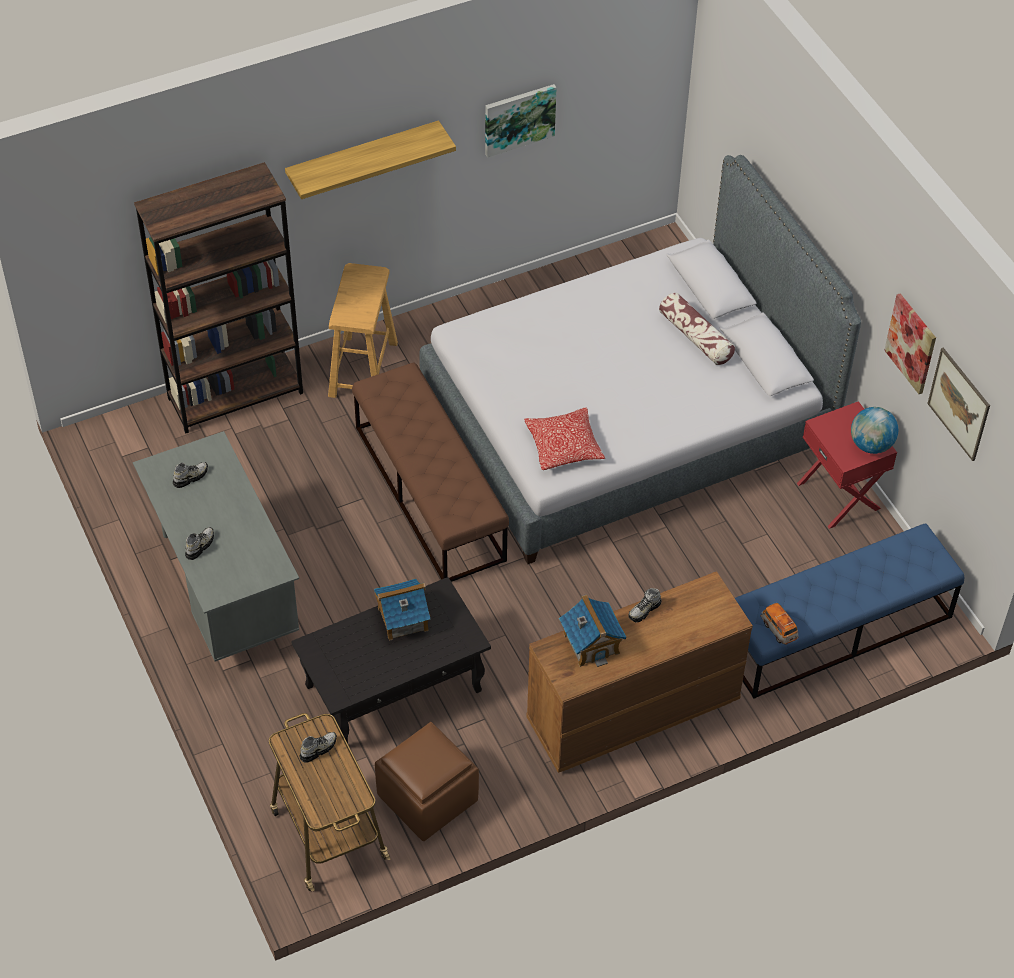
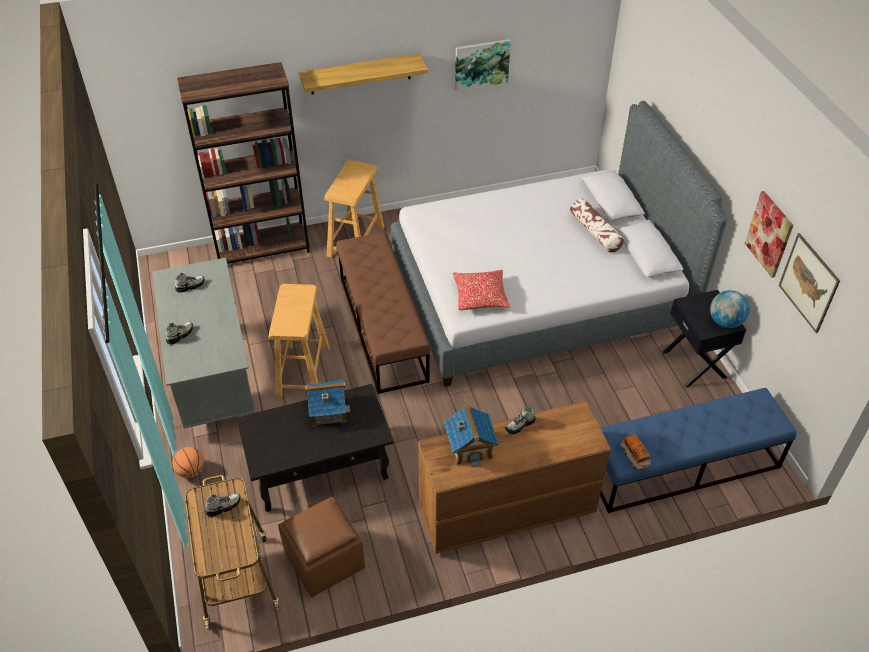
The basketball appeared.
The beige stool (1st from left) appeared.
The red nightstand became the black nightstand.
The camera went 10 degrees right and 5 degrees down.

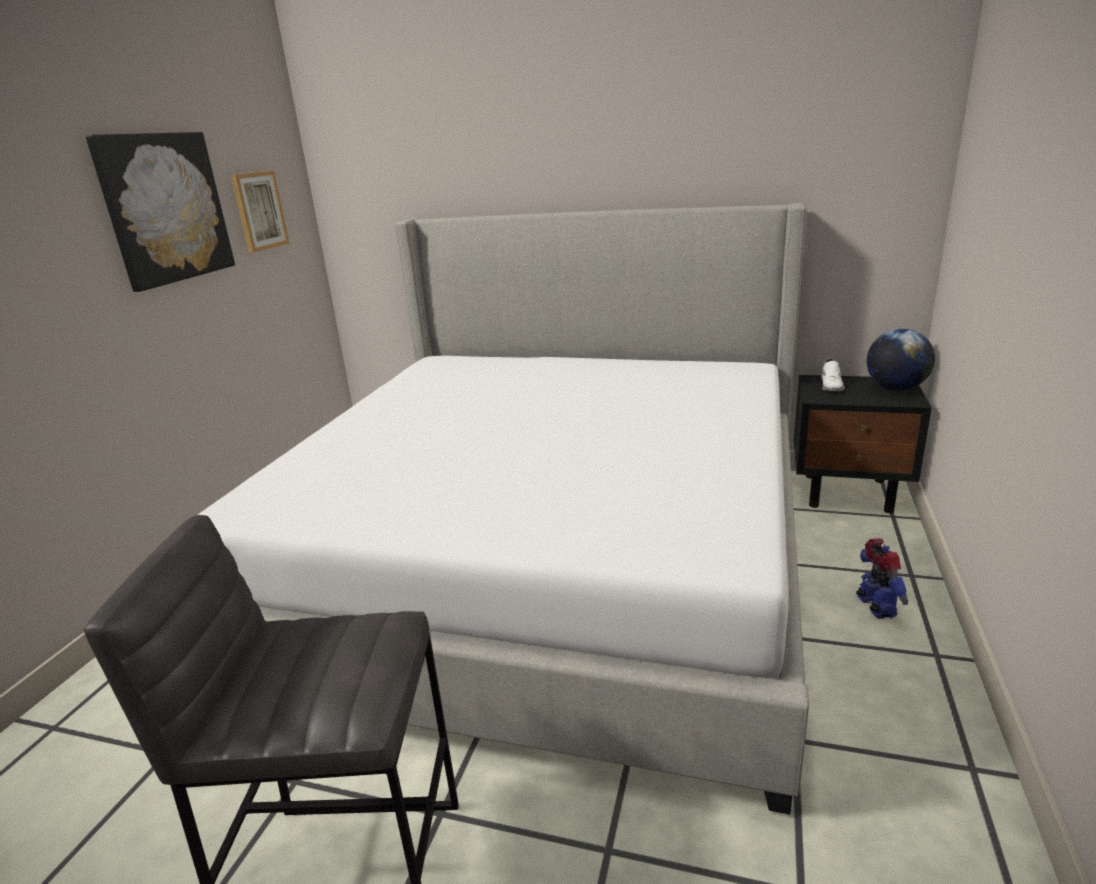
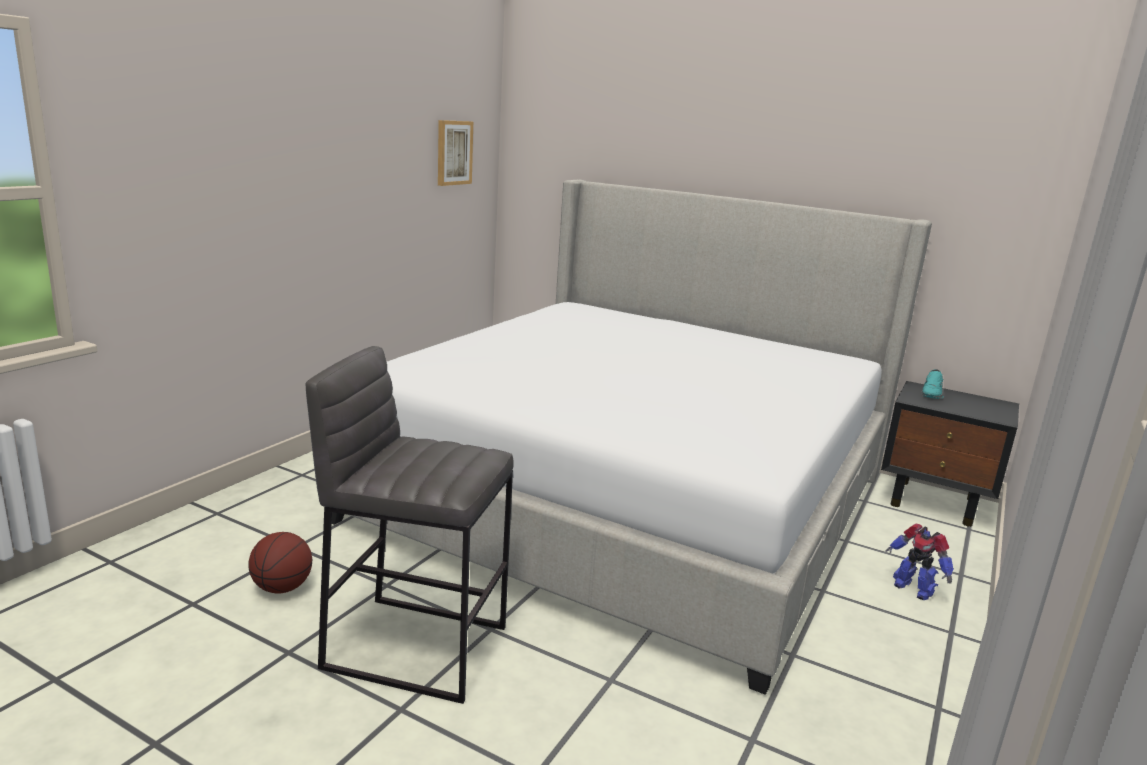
The basketball appeared.
The toy robot turned 135 degrees clockwise.
The white shoe became the turquoise shoe.
The picture (1st from left) disappeared.
The globe disappeared.
The camera went 10 degrees right and 5 degrees down.

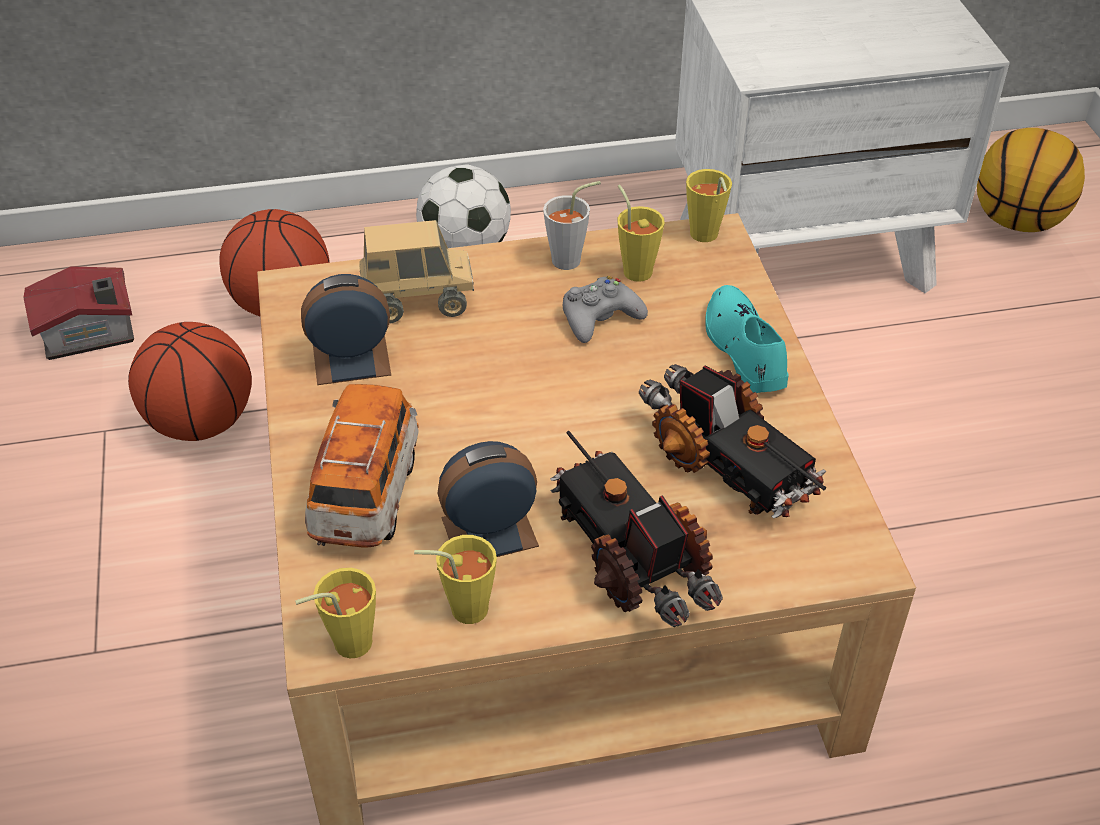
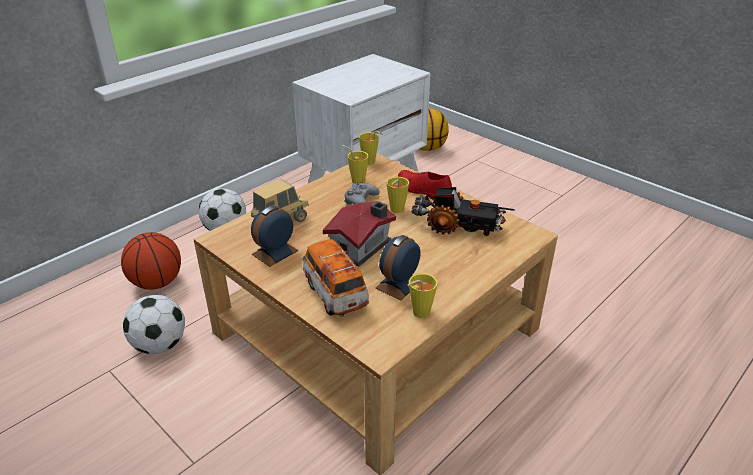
The basketball (1st from left) was replaced by the football (1st from left).
The toy house moved.
The yellow cup (1st from left in the first image) moved.
The turquoise shoe became the red shoe.
The grey cup disappeared.
The toy truck (2nd from left) disappeared.
The camera went 35 degrees left and 10 degrees down.

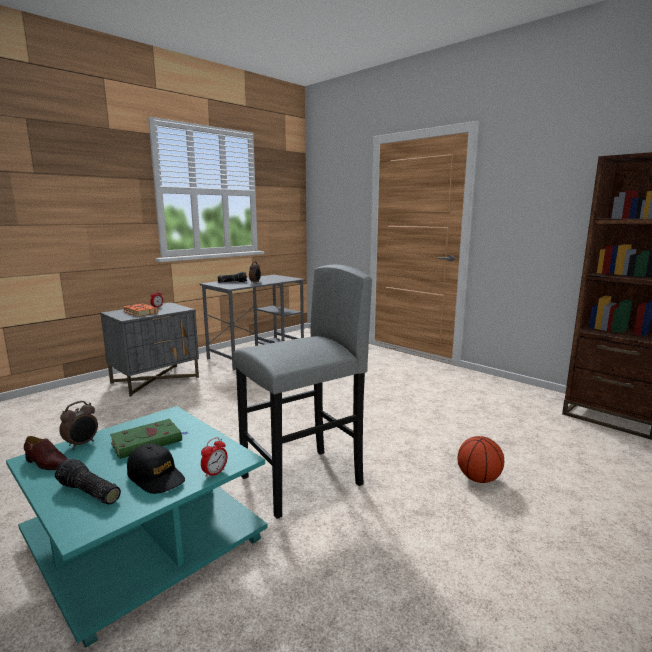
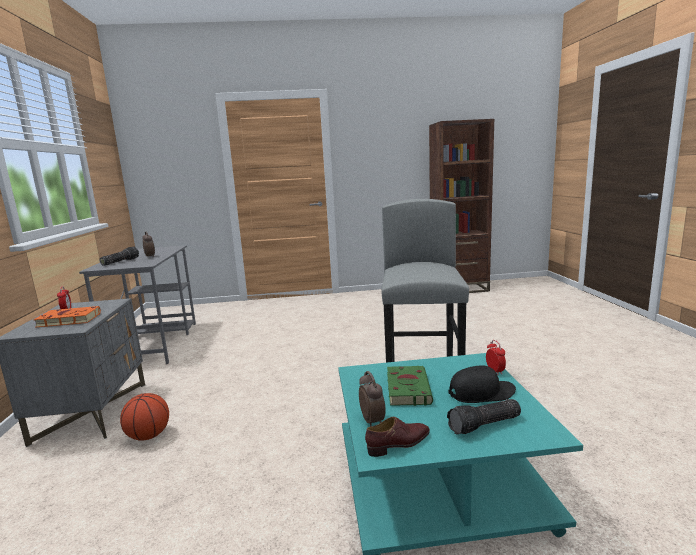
The basketball moved.
The camera went 50 degrees left and 0 degrees up.

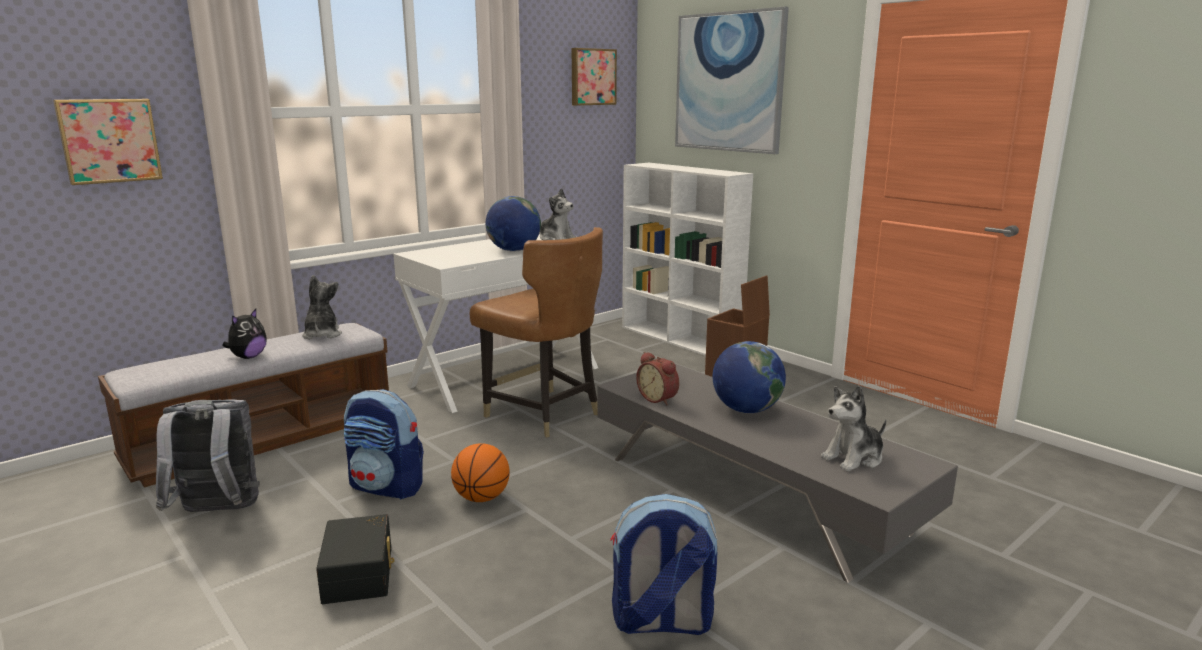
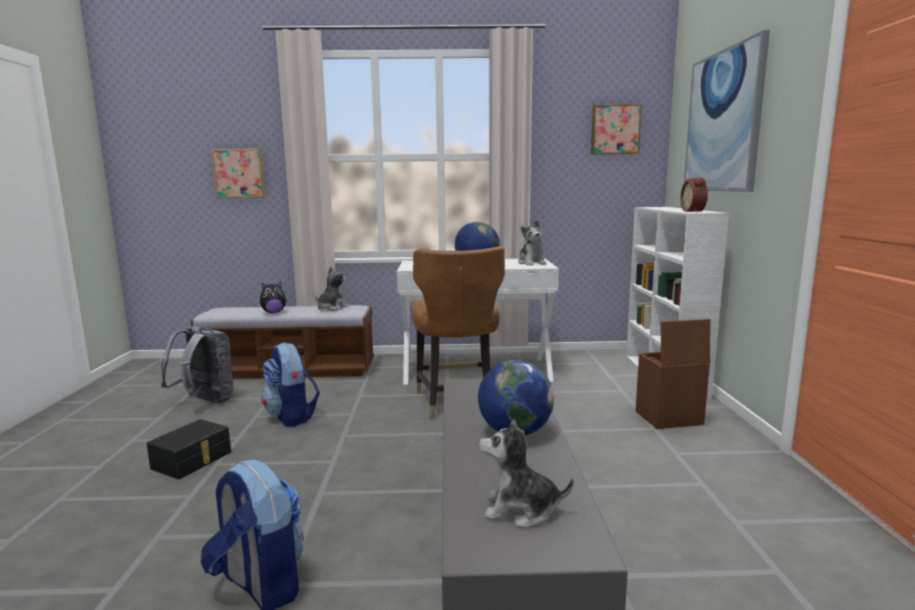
The alarm clock moved.
The basketball disappeared.
The camera went 40 degrees right and 5 degrees down.

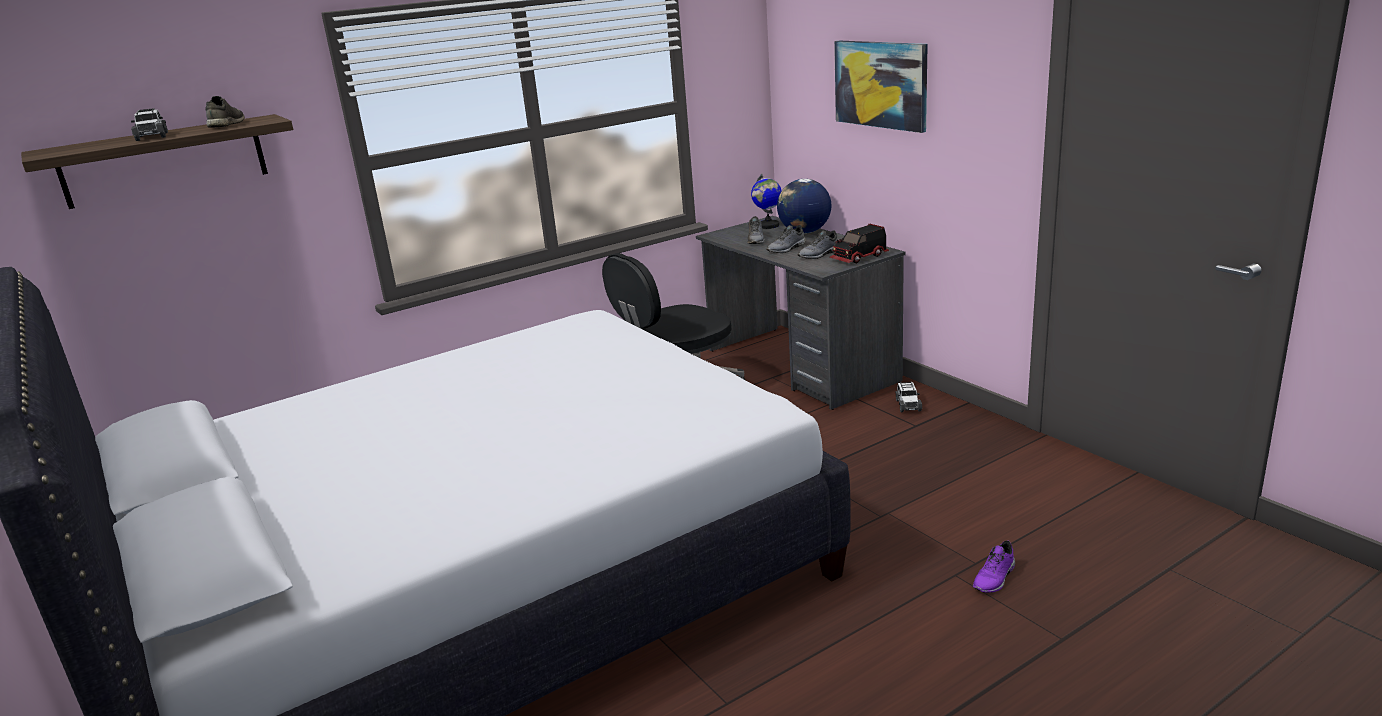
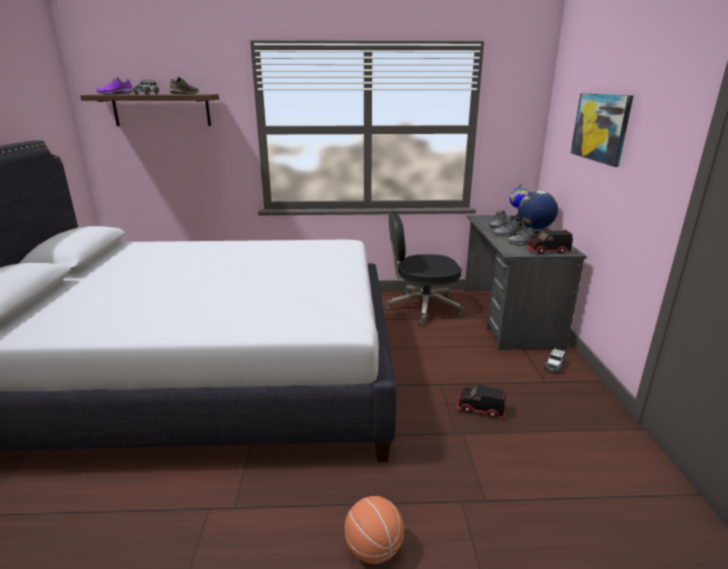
The purple shoe moved.
The basketball appeared.
The toy truck (1st from left) appeared.
The camera went 30 degrees right and 0 degrees up.

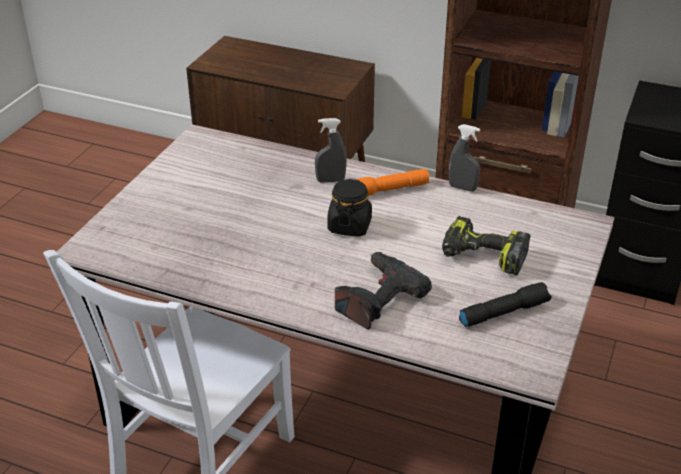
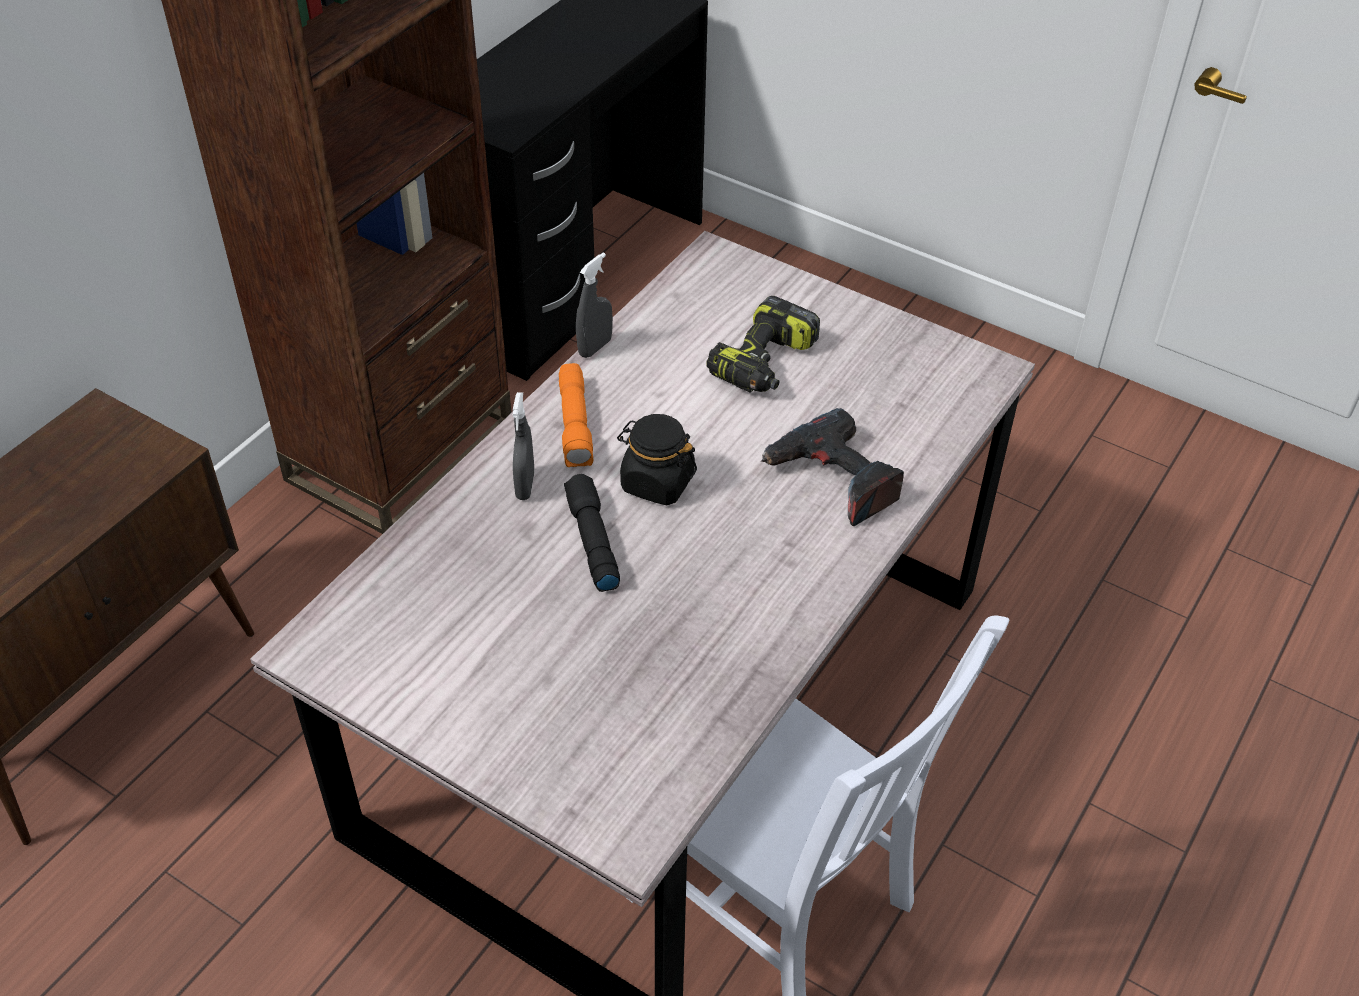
The black flashlight moved.
The camera went 80 degrees left and 10 degrees up.

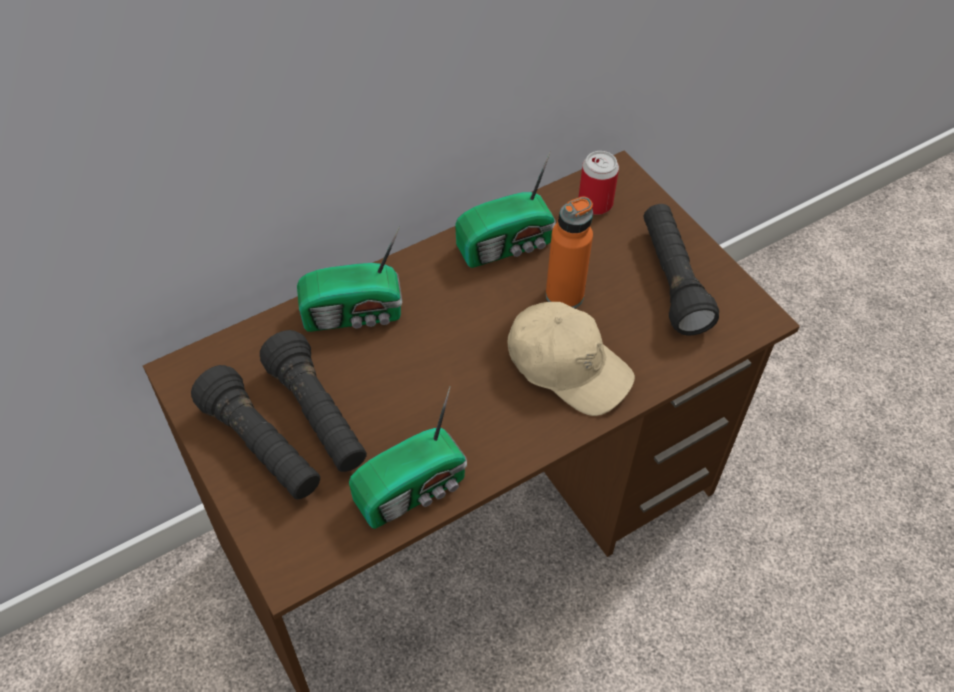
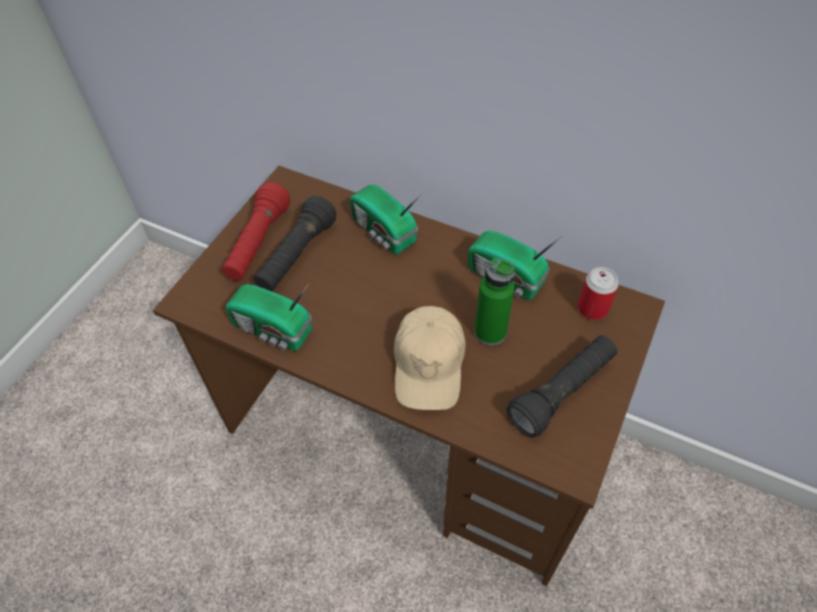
The black flashlight (1st from left) became the red flashlight.
The orange bottle became the green bottle.
The camera went 60 degrees right and 0 degrees up.

